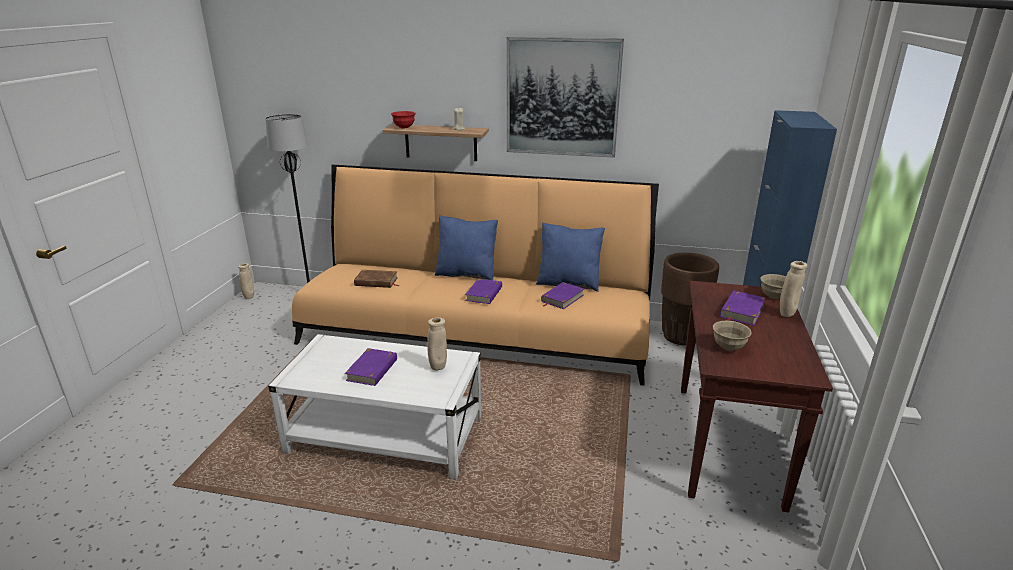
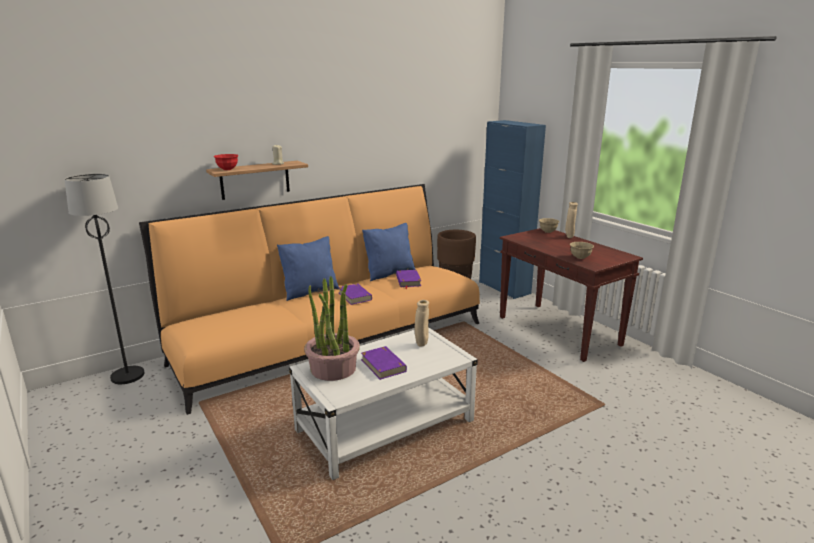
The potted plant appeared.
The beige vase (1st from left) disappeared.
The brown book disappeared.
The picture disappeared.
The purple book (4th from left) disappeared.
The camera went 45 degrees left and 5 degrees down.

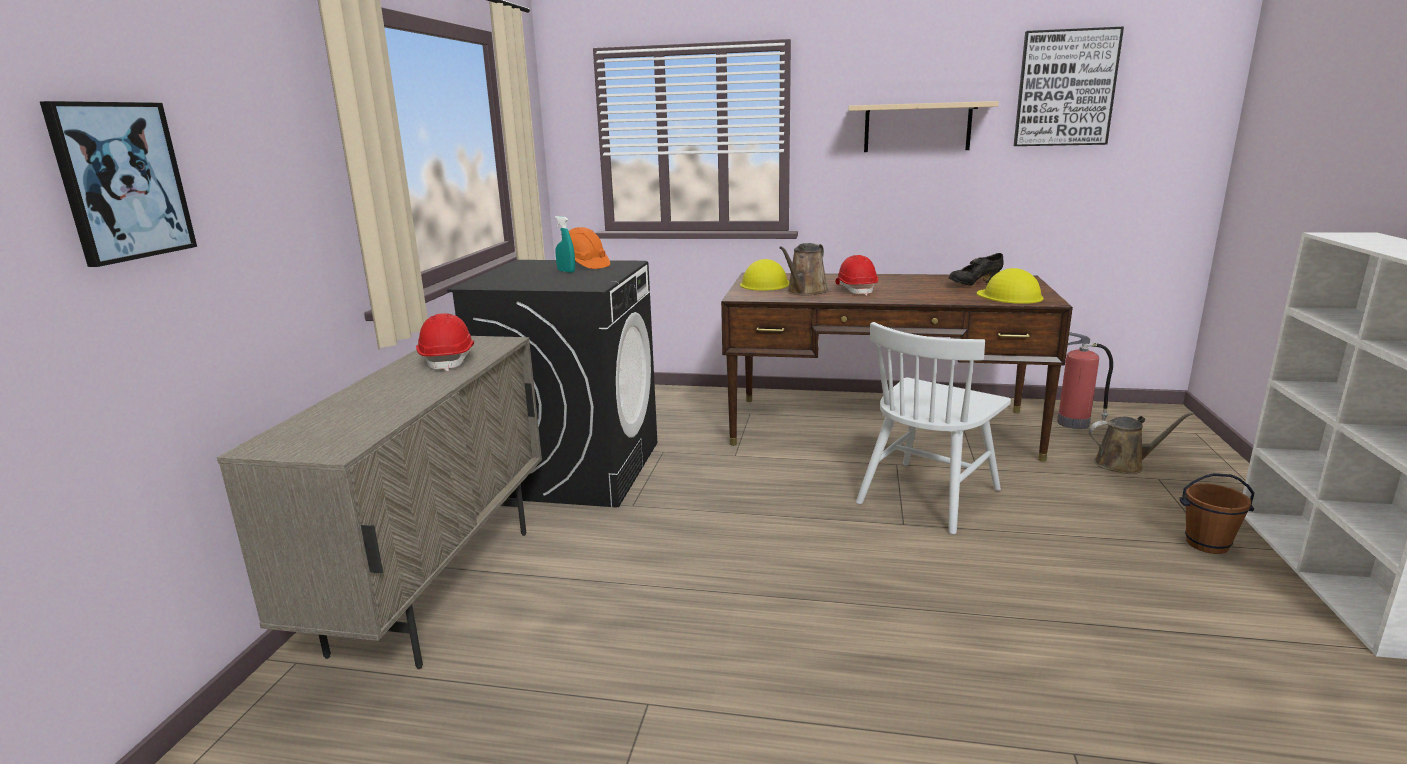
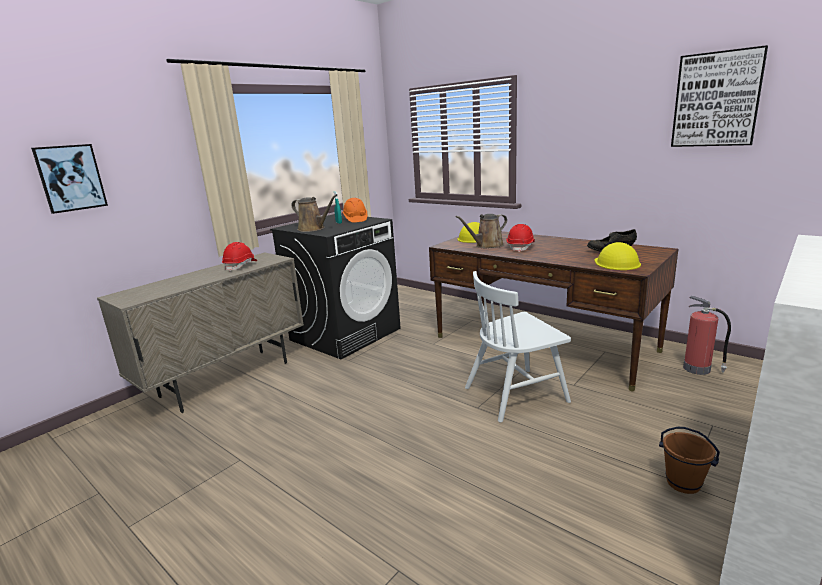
The brown watering can (2nd from left in the first image) moved.
The beige shelf disappeared.
The camera went 30 degrees right and 0 degrees up.

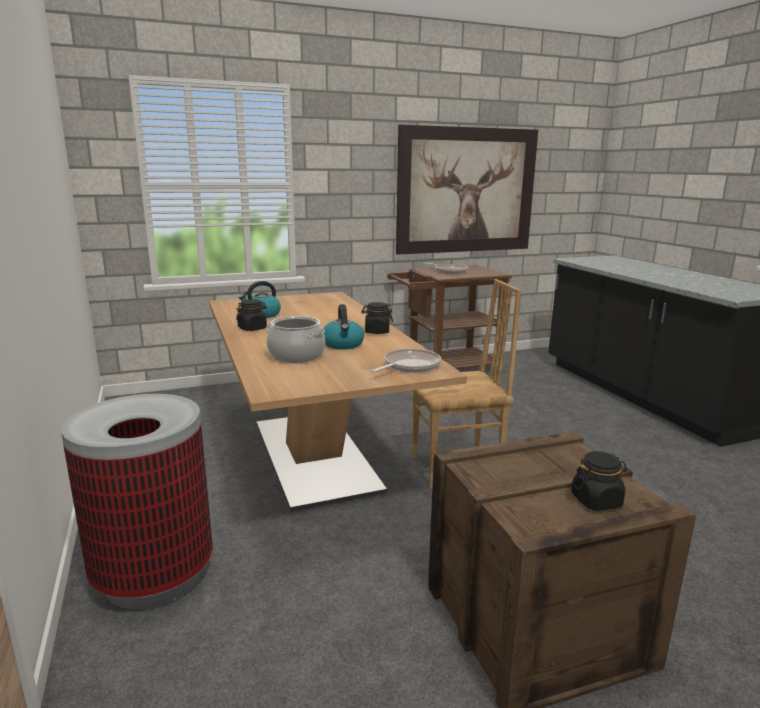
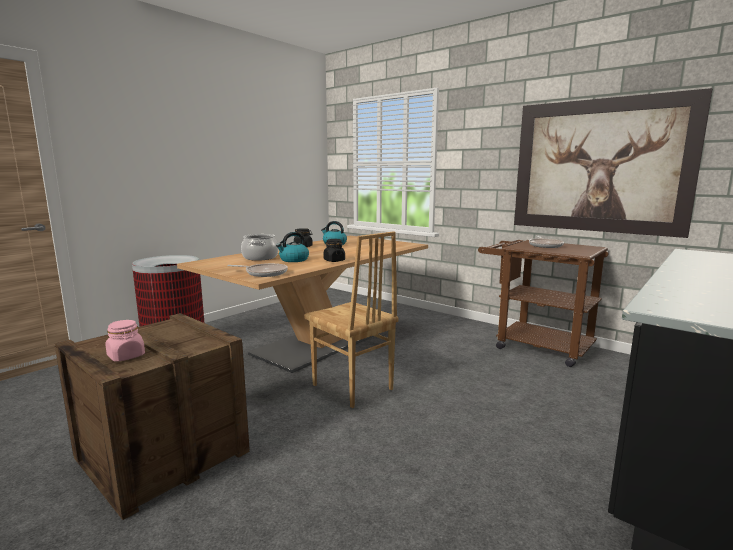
The black jar (3rd from left) became the pink jar.
The camera went 60 degrees right and 5 degrees down.

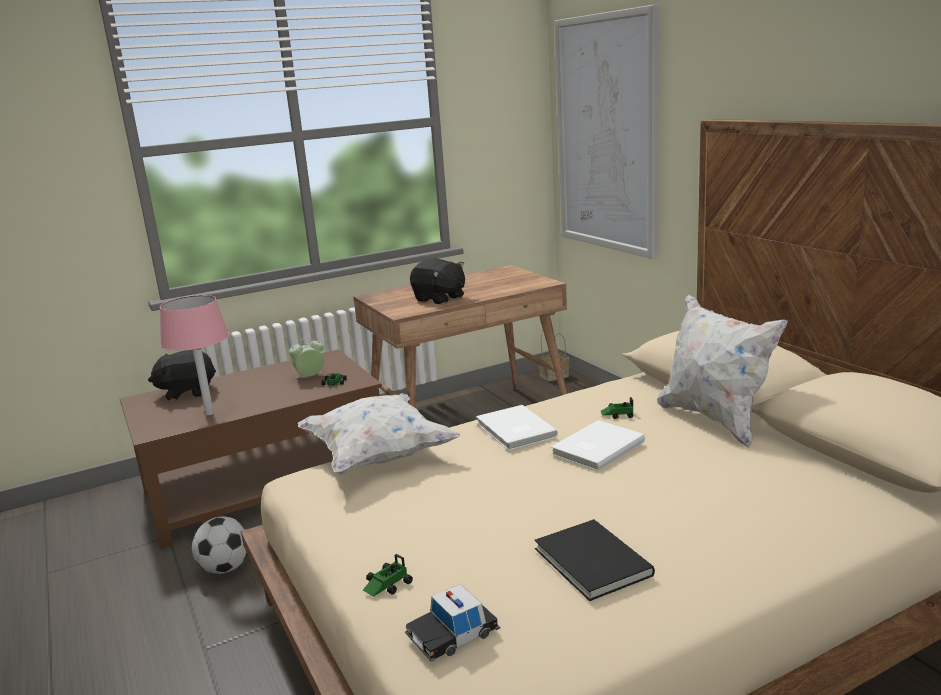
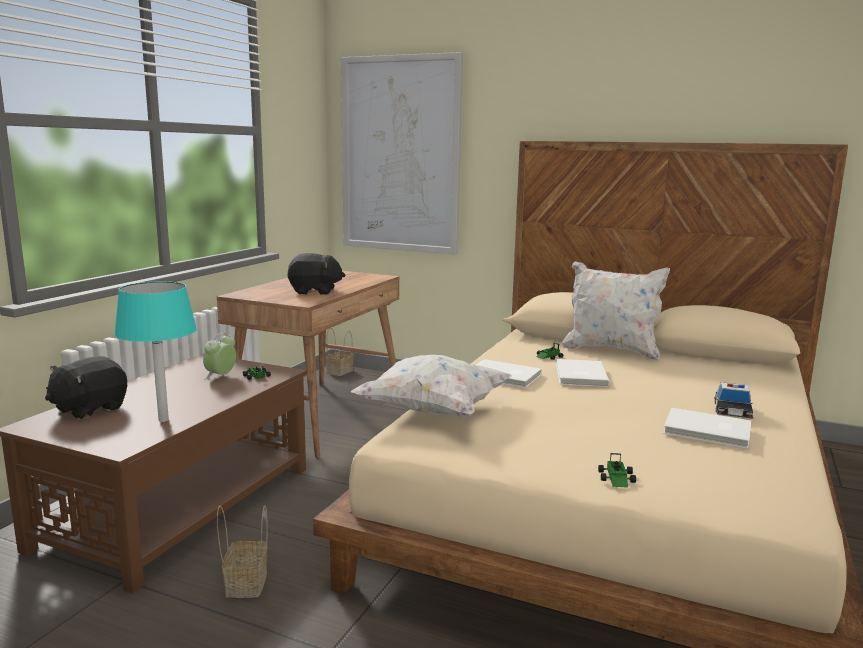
The pink table lamp became the turquoise table lamp.
The football was replaced by the basket (1st from left).
The black book became the white book (3rd from left).
The toy car (3rd from left in the first image) moved.
The camera went 40 degrees left and 5 degrees down.

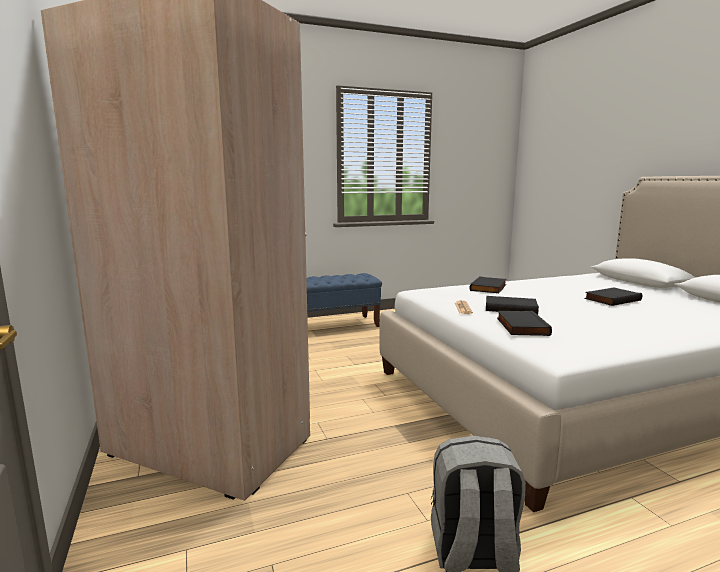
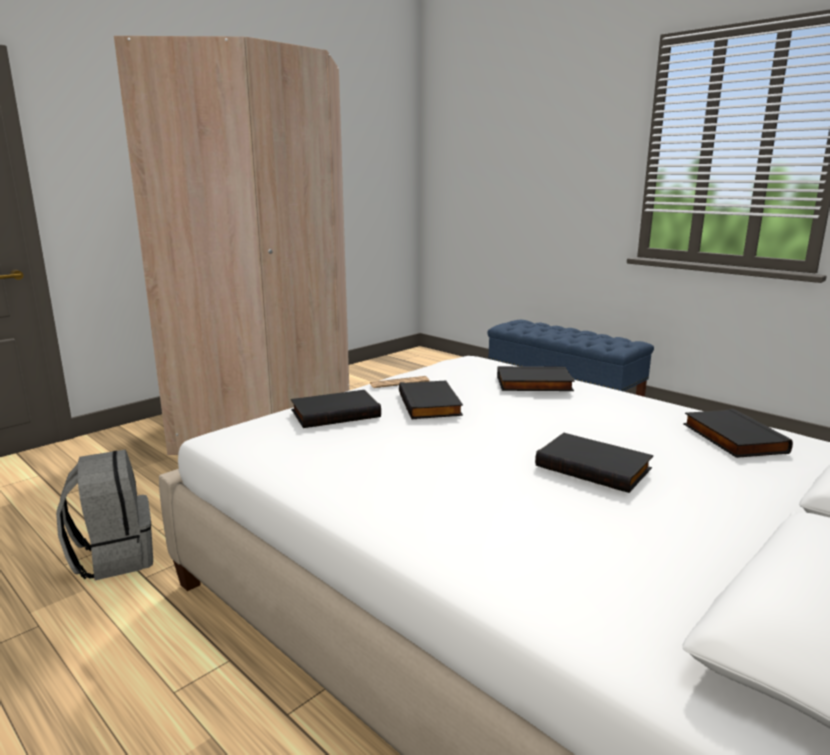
The black book (5th from left) appeared.
The camera went 65 degrees right and 5 degrees up.

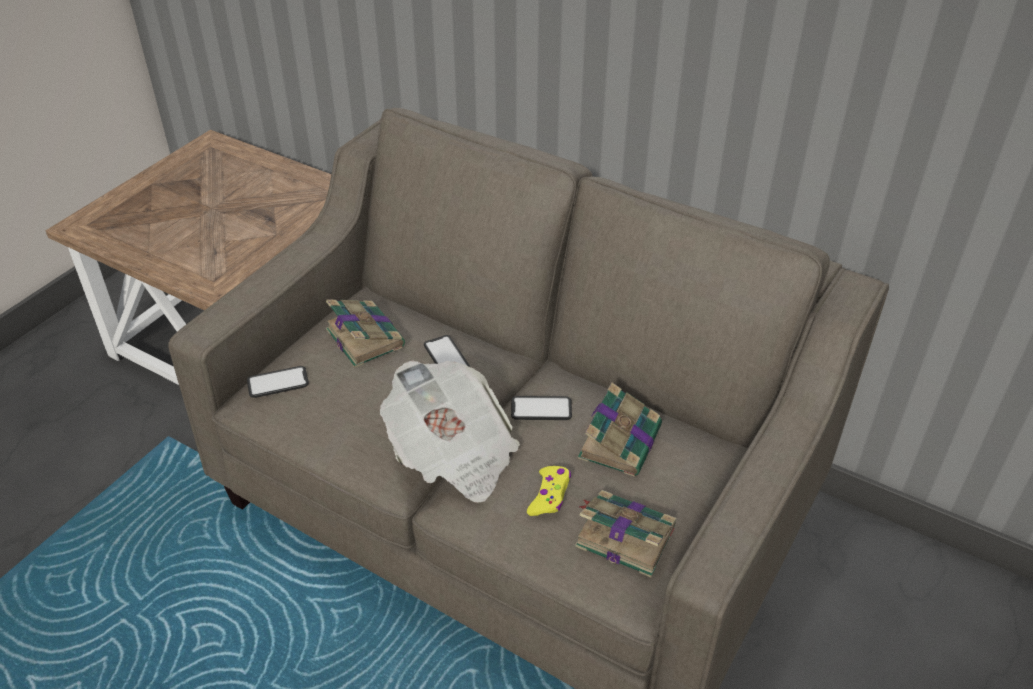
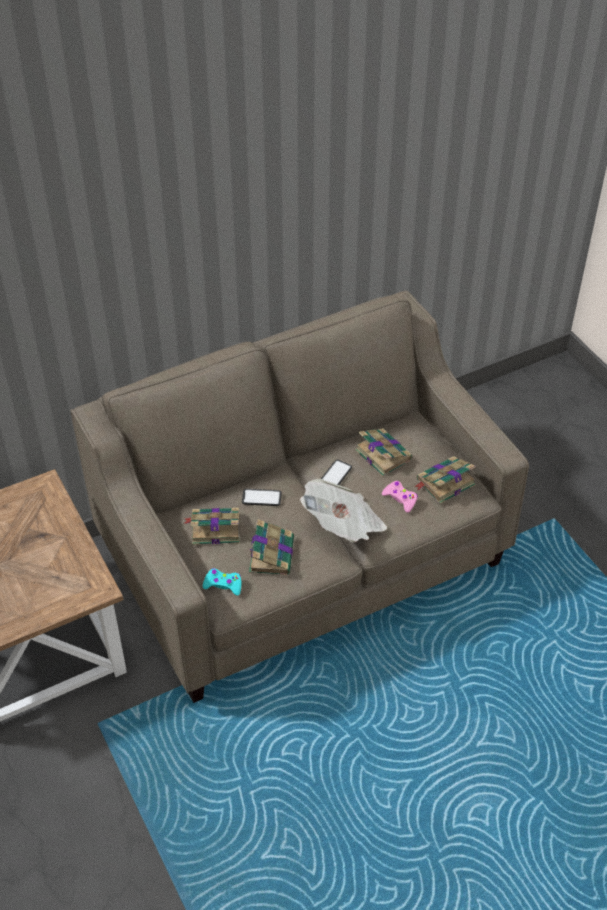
The phone (1st from left) was replaced by the turquoise game controller.
The book (2nd from left) appeared.
The yellow game controller became the pink game controller.
The camera went 60 degrees left and 5 degrees up.

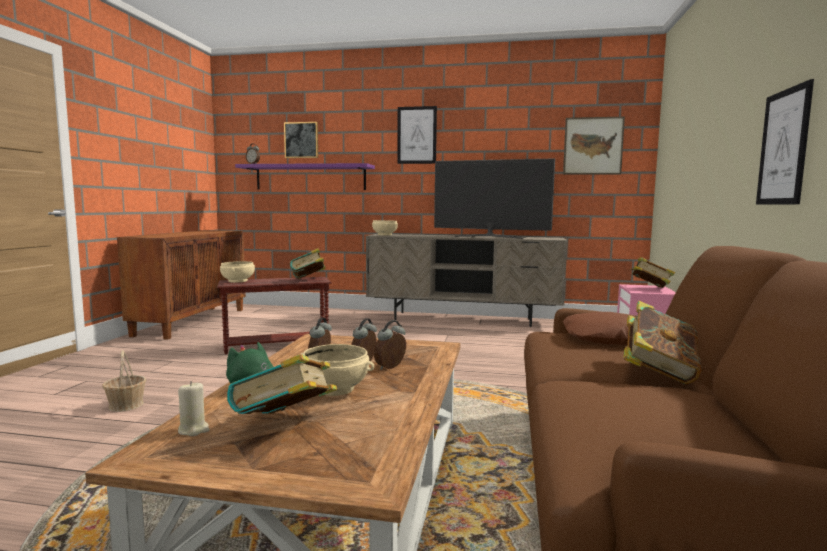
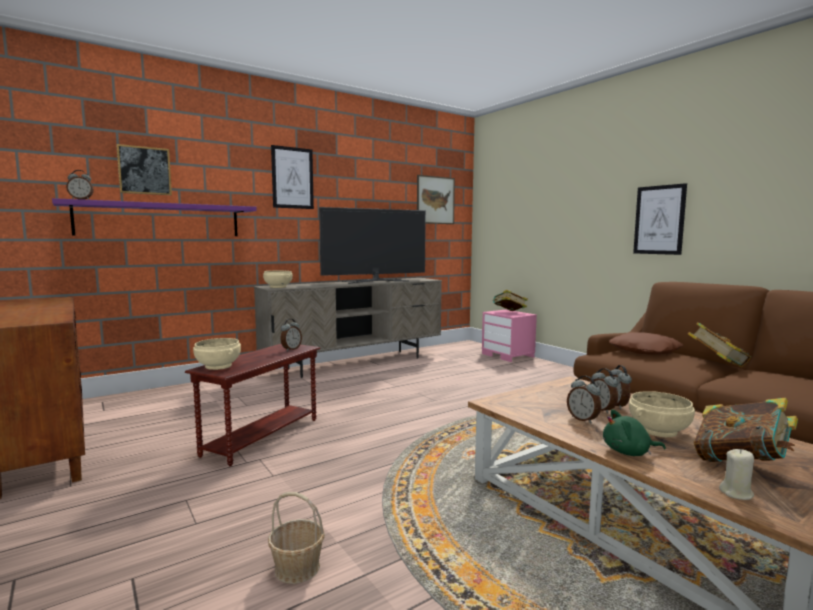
The book (2nd from left) was replaced by the alarm clock (2nd from left).
The camera went 45 degrees left and 0 degrees up.

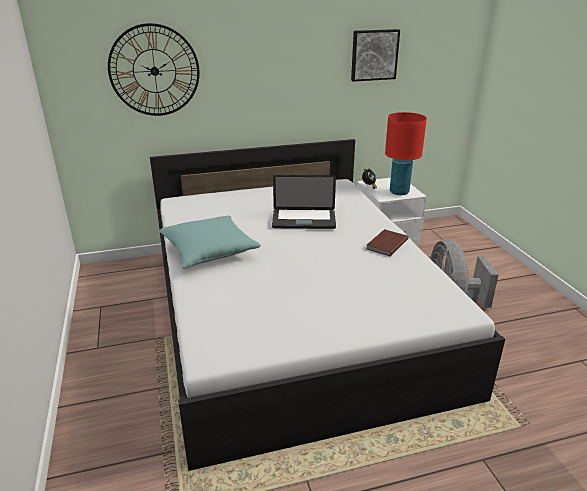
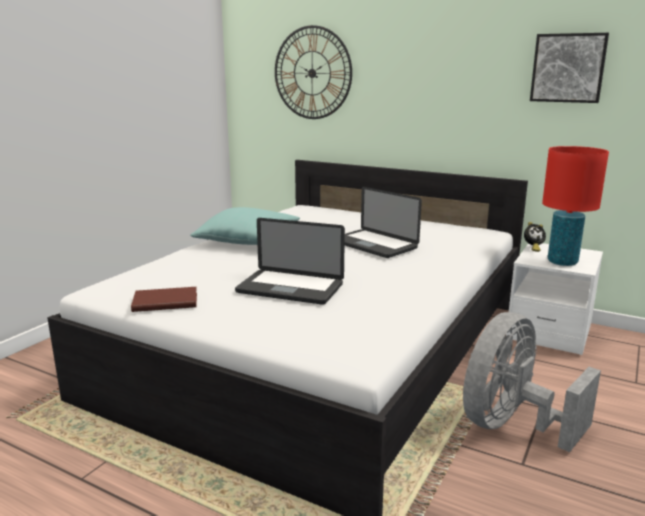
The brown book moved.
The laptop (1st from left) appeared.
The camera went 45 degrees right and 10 degrees down.

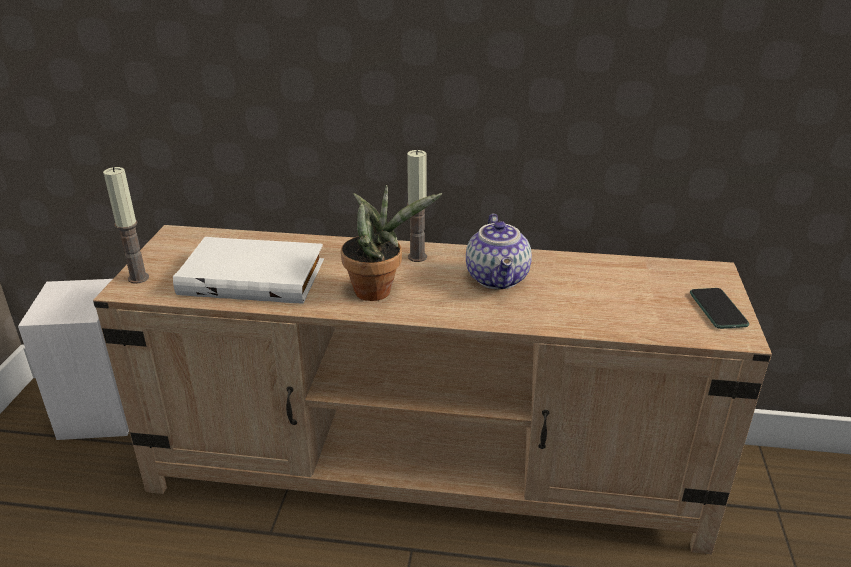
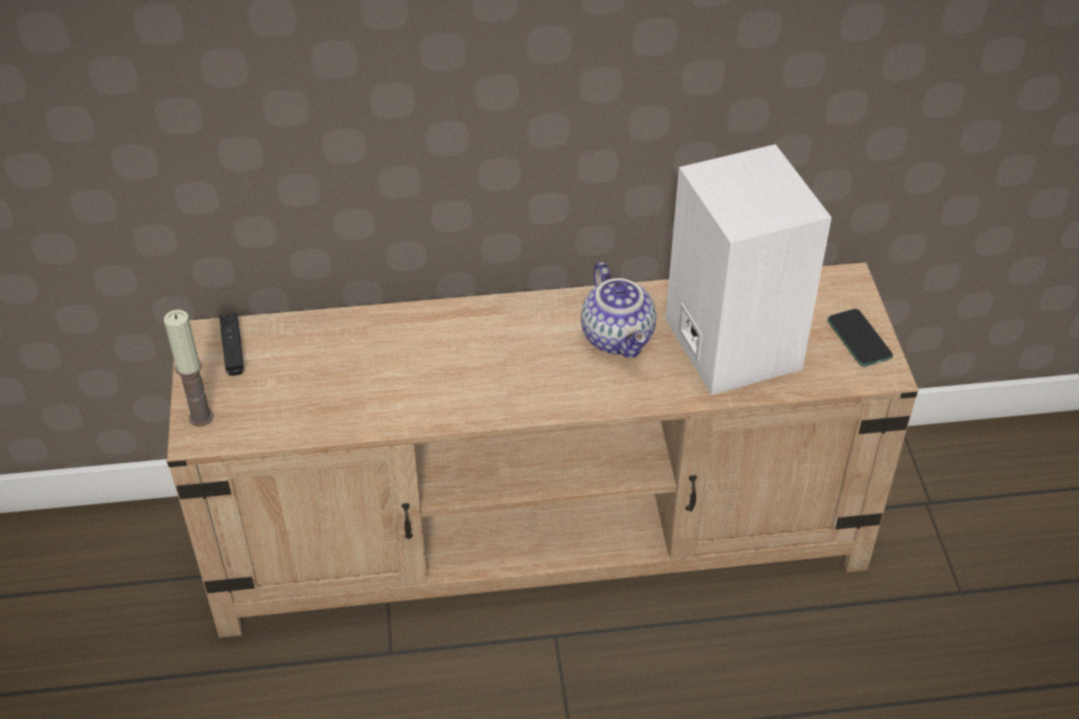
The black game controller appeared.
The white speaker moved.
The white book disappeared.
The potted plant disappeared.
The candle (2nd from left) disappeared.
The camera went 15 degrees left and 15 degrees up.

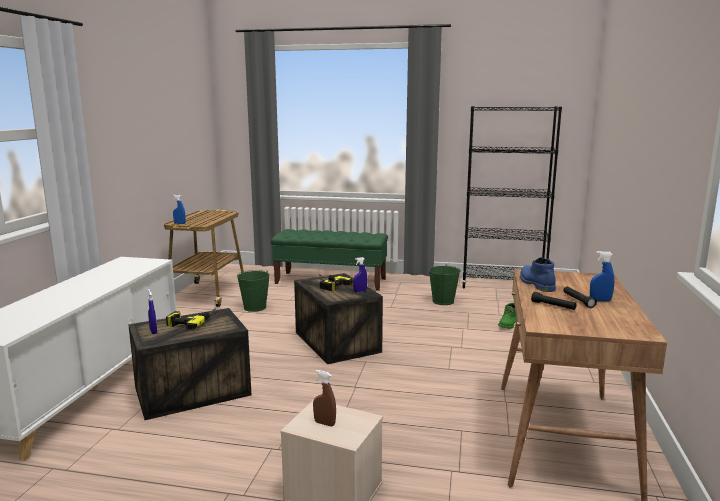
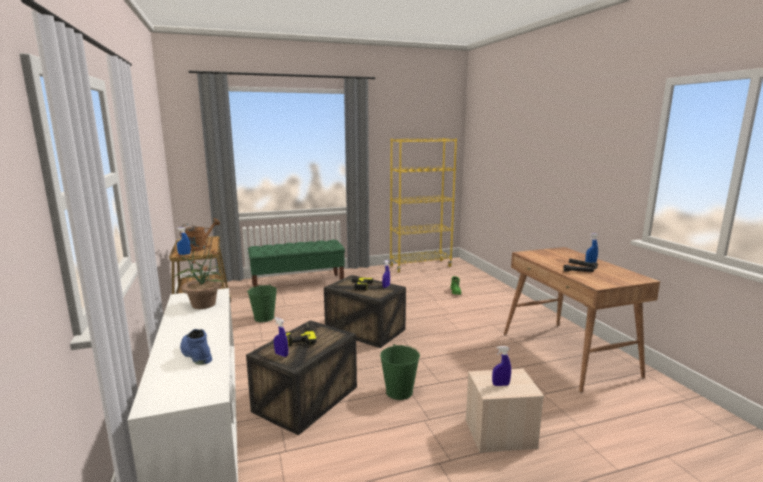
The potted plant appeared.
The brown watering can appeared.
The blue boot moved.
The green bucket (2nd from left) moved.
The black bookcase became the yellow bookcase.
The brown spray bottle became the blue spray bottle (4th from left).
The camera went 30 degrees left and 0 degrees up.

